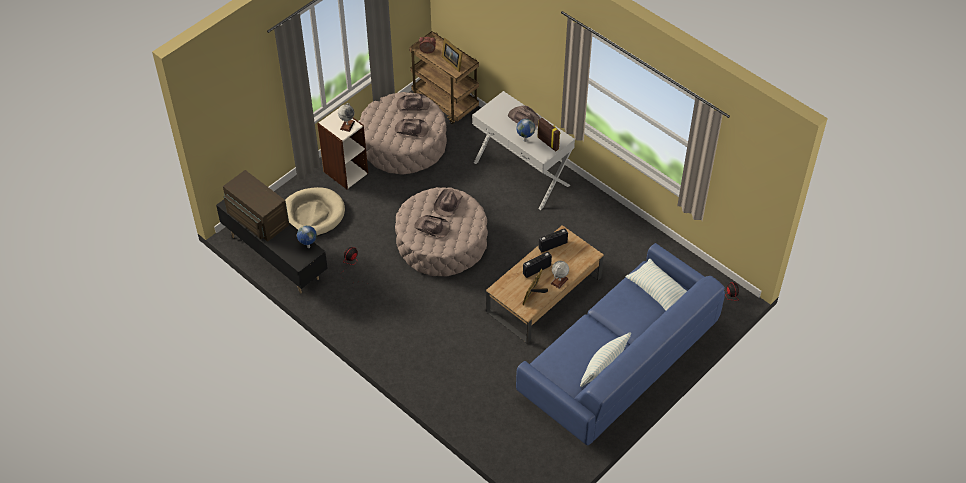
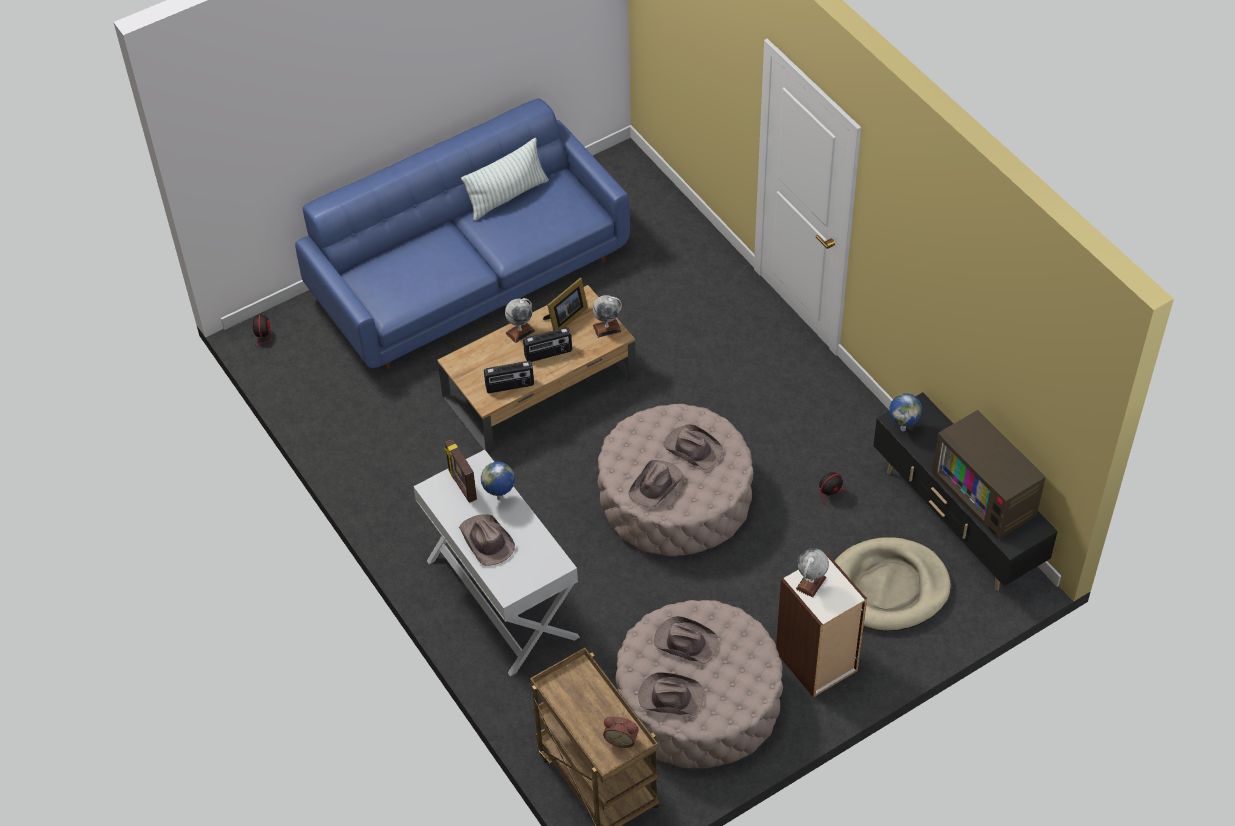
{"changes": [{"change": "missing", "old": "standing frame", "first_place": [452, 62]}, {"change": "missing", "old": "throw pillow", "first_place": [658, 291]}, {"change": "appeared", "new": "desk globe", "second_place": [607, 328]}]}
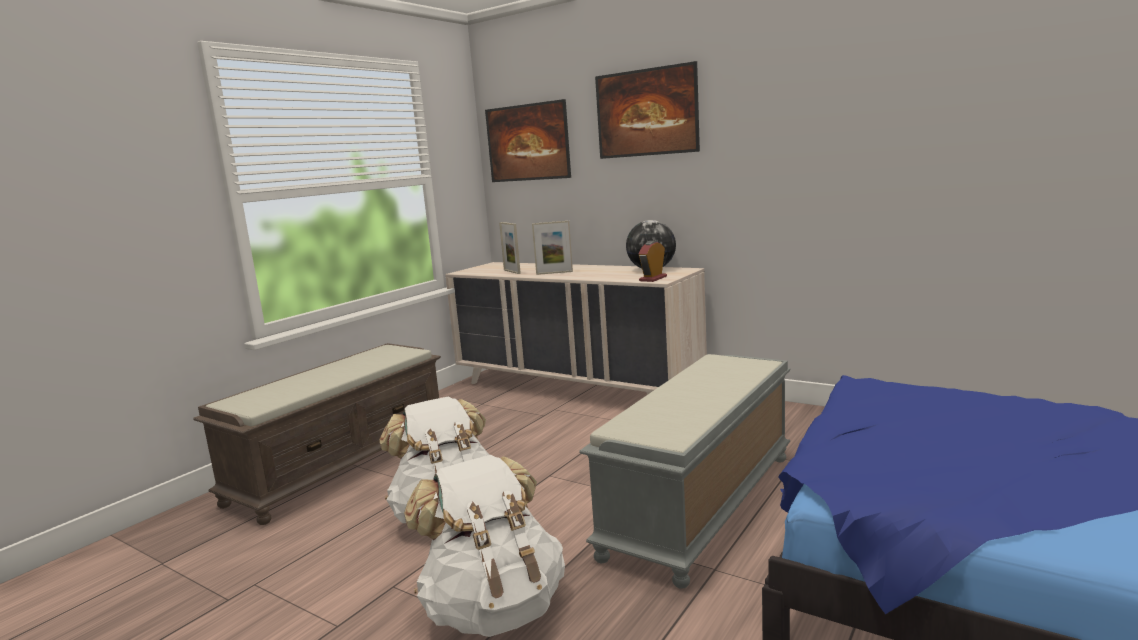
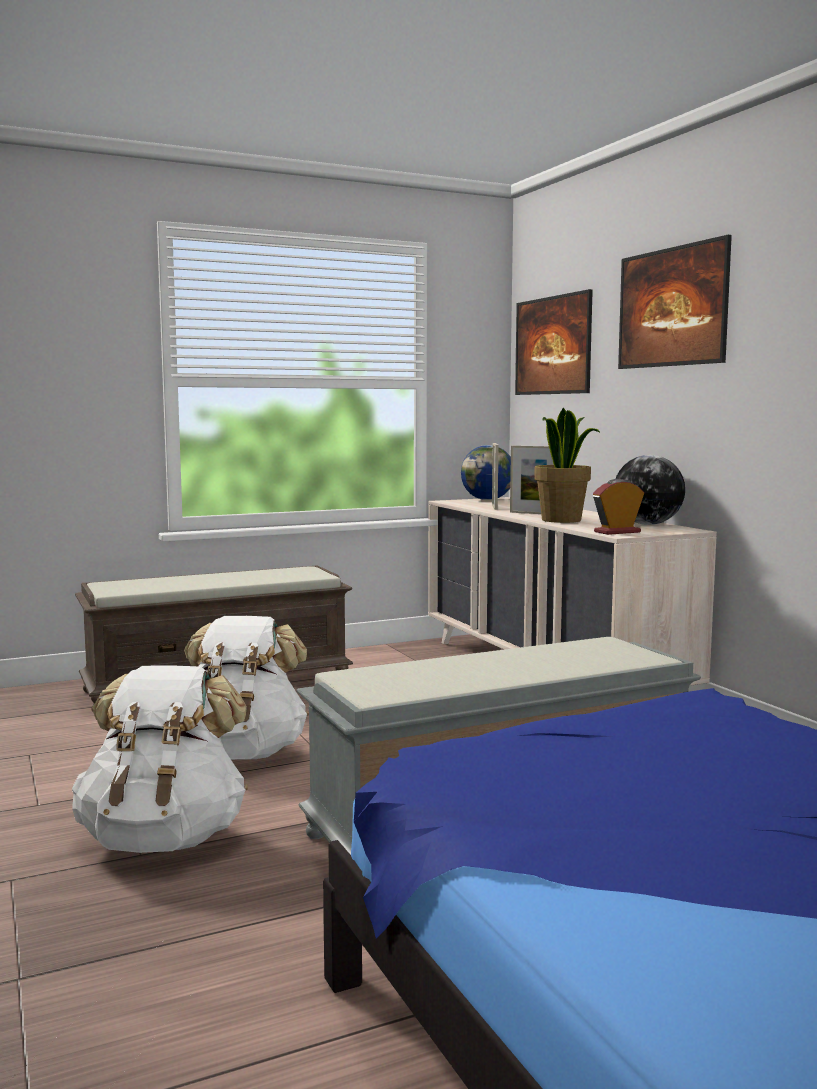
{"changes": [{"change": "appeared", "new": "plant in a pot", "second_place": [562, 520]}, {"change": "appeared", "new": "desk globe", "second_place": [487, 500]}]}
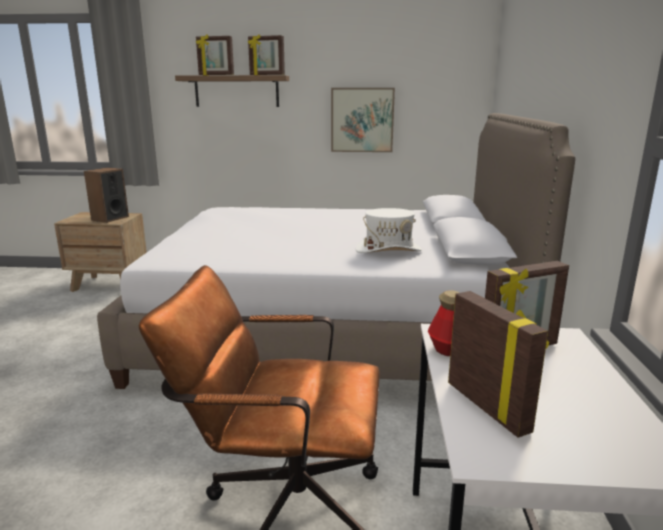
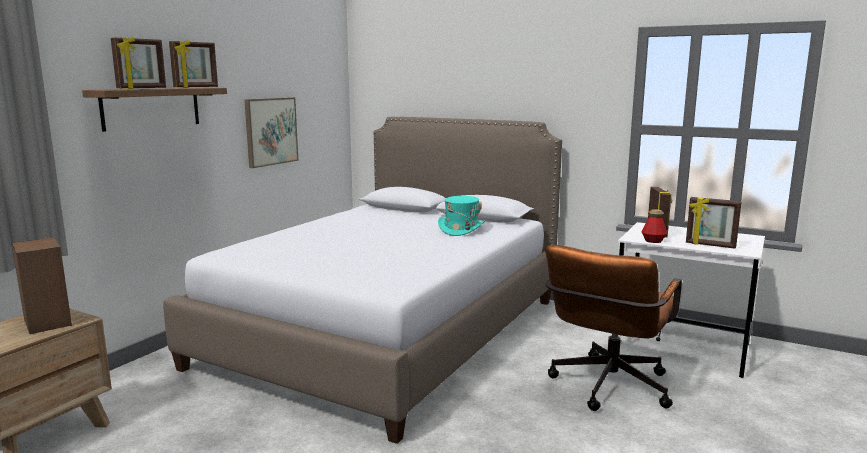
{"changes": [{"change": "colour", "old": "white-coloured clothing hat", "new": "blue-green clothing hat", "first_place": [388, 250], "second_place": [461, 229]}, {"change": "spun", "old": "standing frame", "first_place": [488, 406], "second_place": [710, 245], "degrees": -150}]}
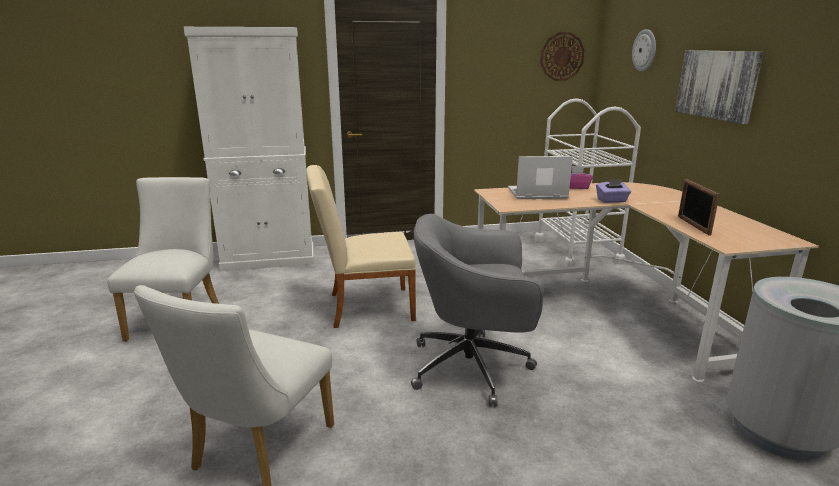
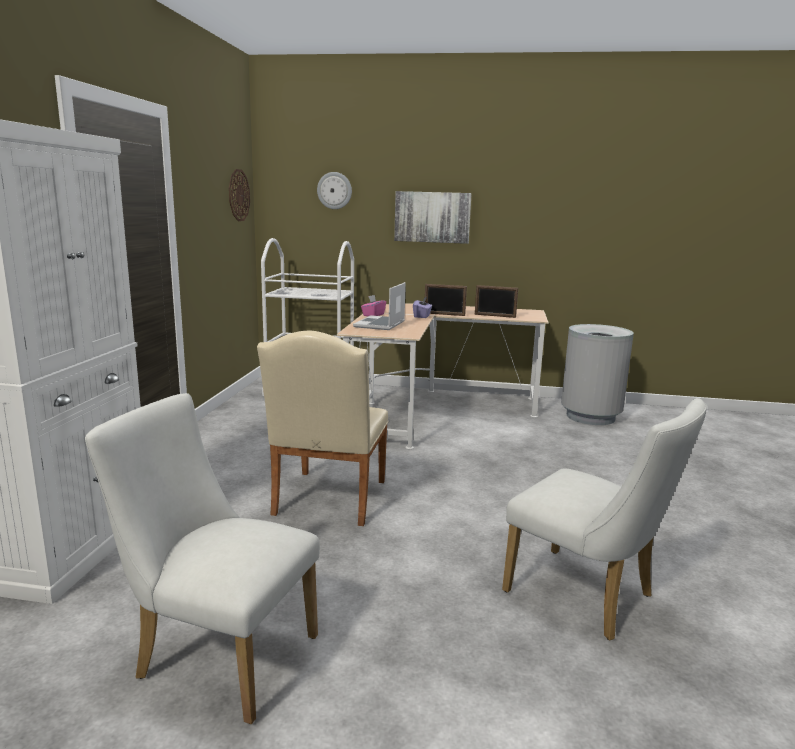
{"changes": [{"change": "missing", "old": "gray computer chair", "first_place": [473, 367]}, {"change": "appeared", "new": "standing frame", "second_place": [444, 314]}]}
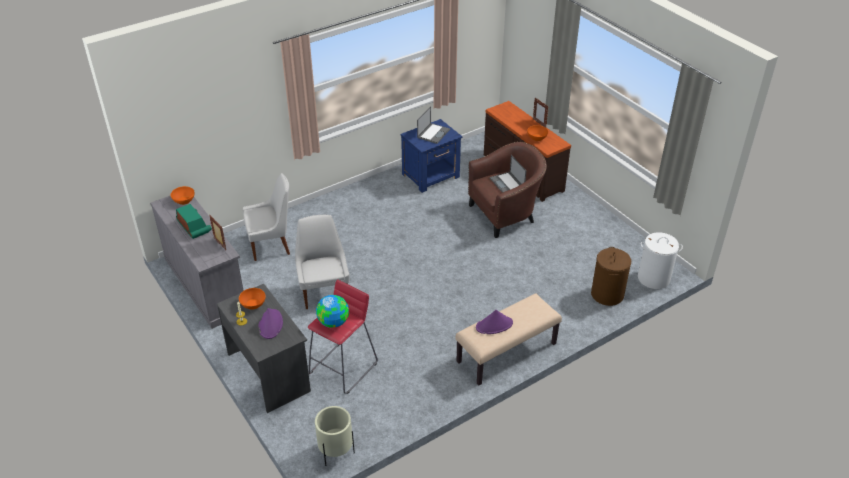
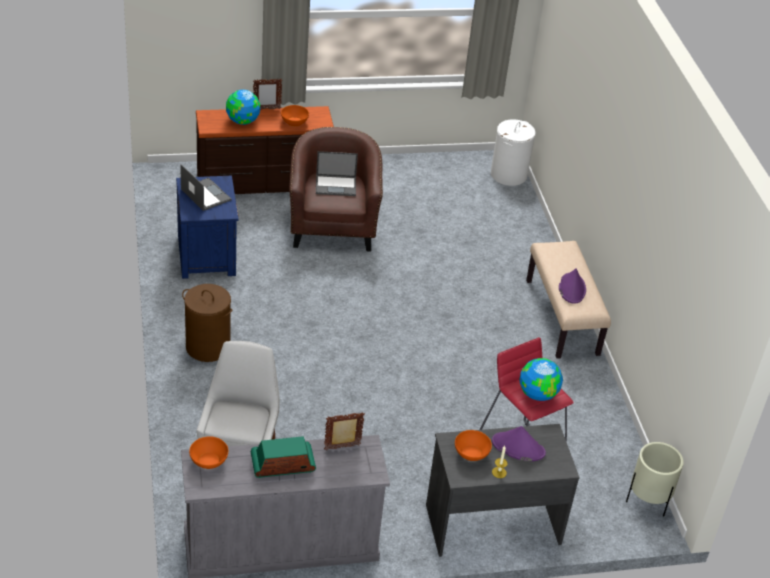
{"changes": [{"change": "missing", "old": "white-coloured plain chair", "first_place": [324, 291]}, {"change": "relocated", "old": "brown-coloured laundry basket", "first_place": [607, 294], "second_place": [207, 347]}, {"change": "appeared", "new": "desk globe", "second_place": [242, 121]}]}
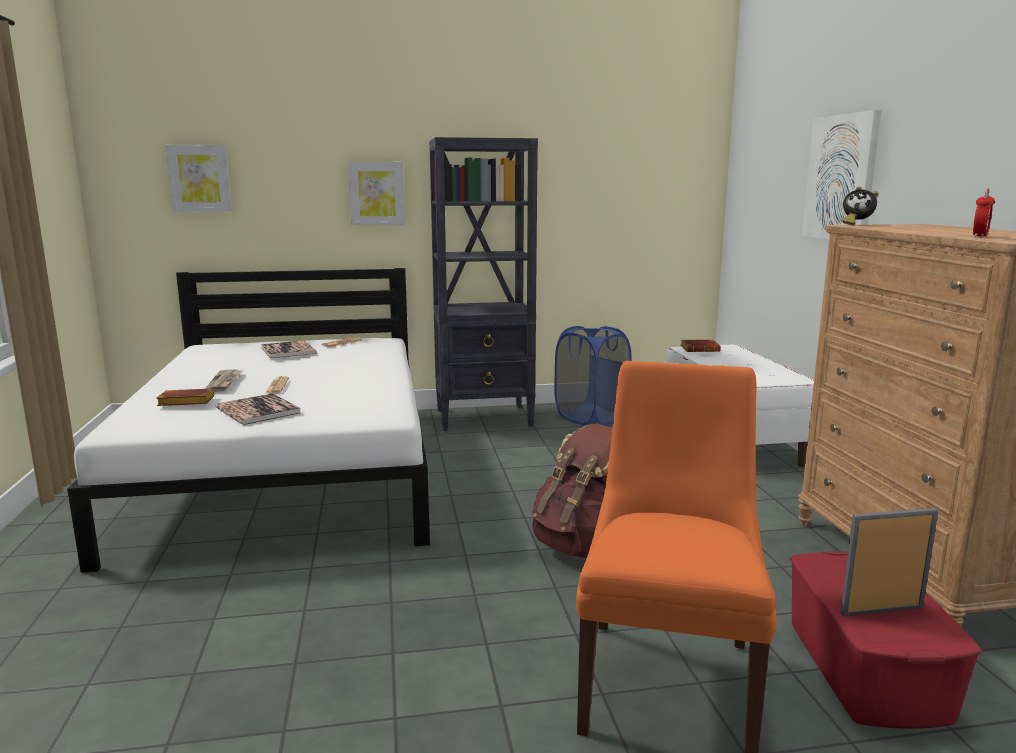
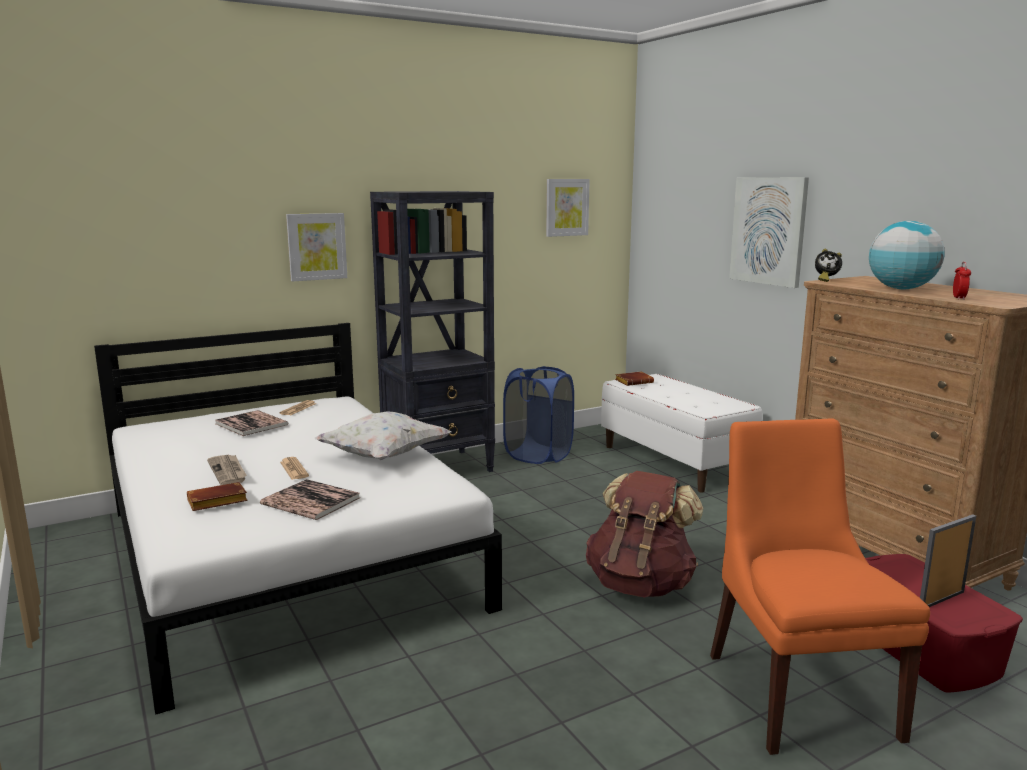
{"changes": [{"change": "relocated", "old": "wall art", "first_place": [199, 178], "second_place": [566, 207]}, {"change": "appeared", "new": "desk globe", "second_place": [901, 289]}, {"change": "appeared", "new": "white-coloured throw pillow", "second_place": [384, 456]}]}
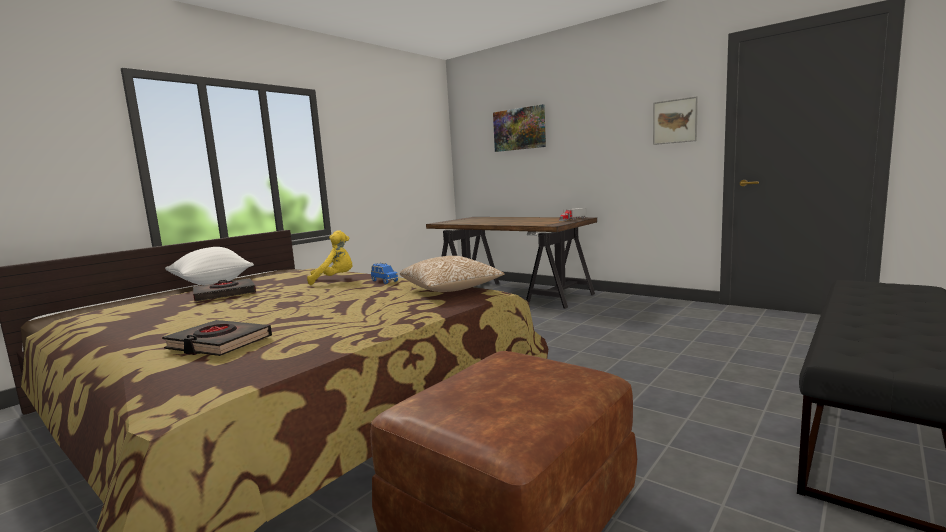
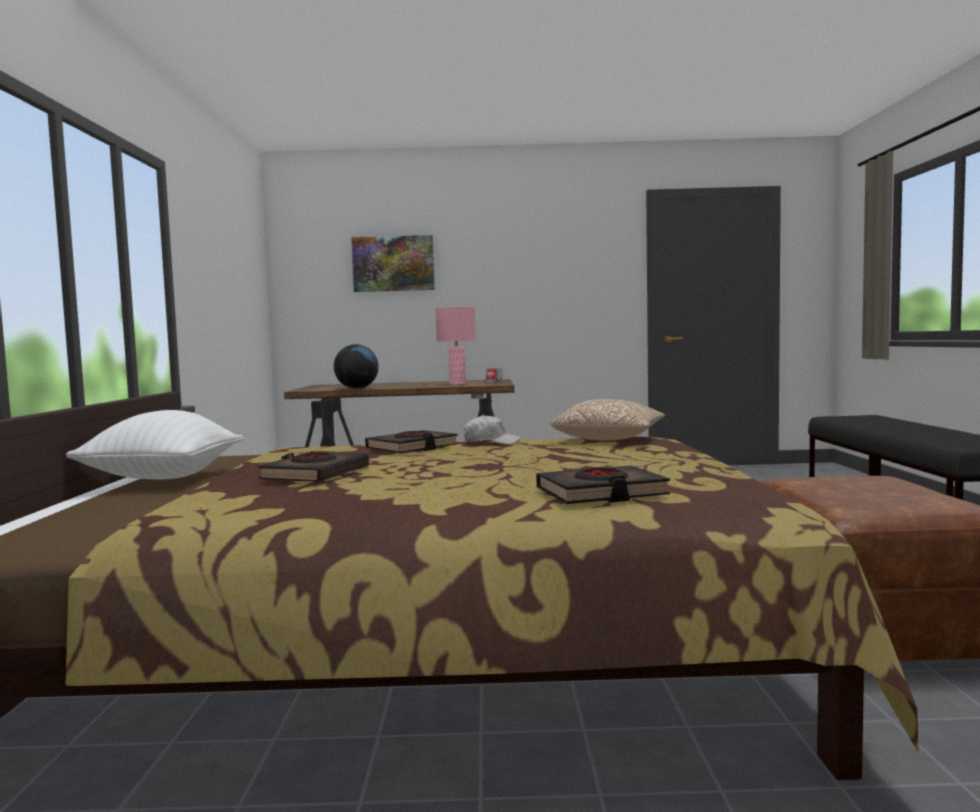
{"changes": [{"change": "missing", "old": "wall art", "first_place": [674, 121]}, {"change": "exchanged", "old": "yellow soft toy", "new": "blackish volume", "first_place": [334, 279], "second_place": [412, 448]}, {"change": "exchanged", "old": "bluish toy car", "new": "white-coloured peaked cap", "first_place": [384, 281], "second_place": [491, 442]}, {"change": "appeared", "new": "pinkish lamp for a table", "second_place": [458, 383]}, {"change": "appeared", "new": "desk globe", "second_place": [357, 388]}]}
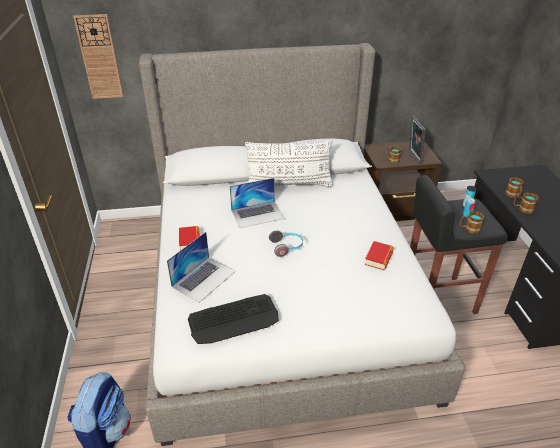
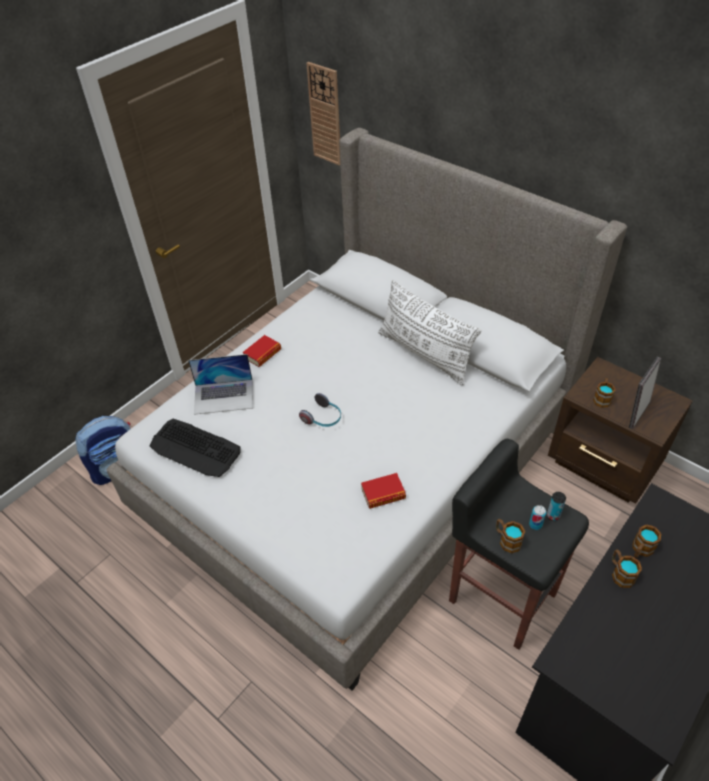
{"changes": [{"change": "missing", "old": "notebook computer", "first_place": [257, 214]}]}
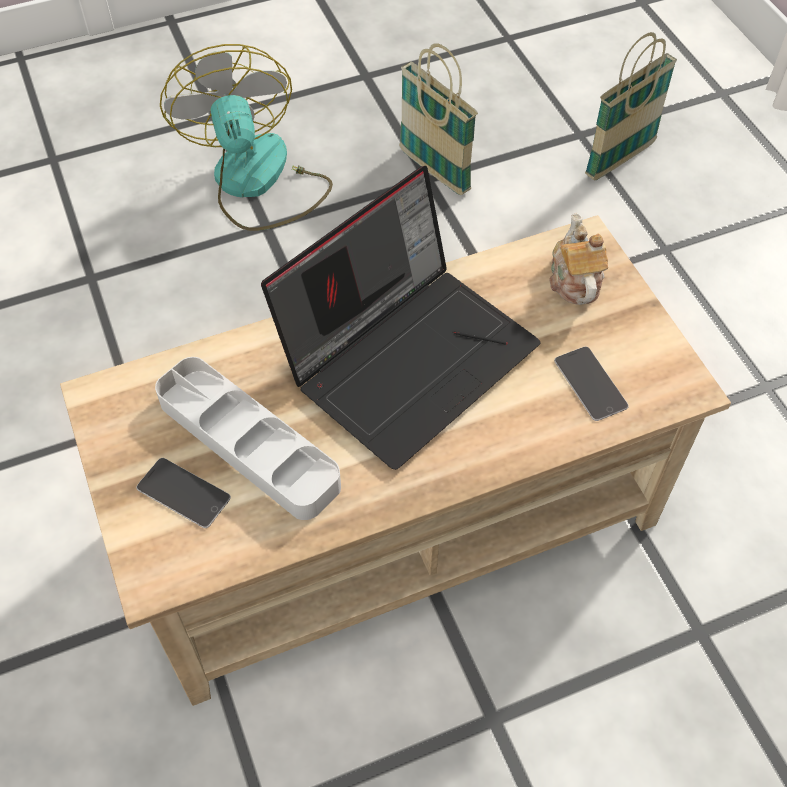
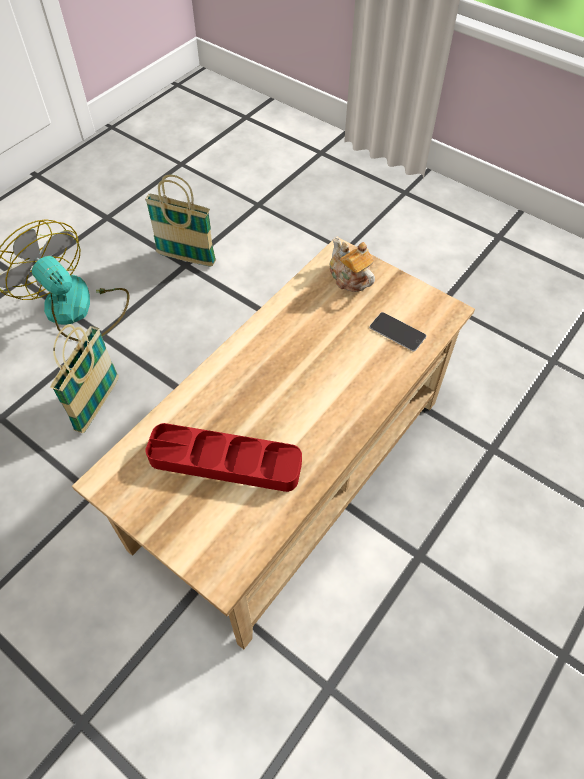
{"changes": [{"change": "relocated", "old": "household basket", "first_place": [620, 159], "second_place": [98, 404]}, {"change": "missing", "old": "notebook computer", "first_place": [409, 355]}, {"change": "colour", "old": "gray carrying tray", "new": "red-coloured carrying tray", "first_place": [248, 443], "second_place": [225, 461]}, {"change": "missing", "old": "telephone", "first_place": [183, 493]}]}
